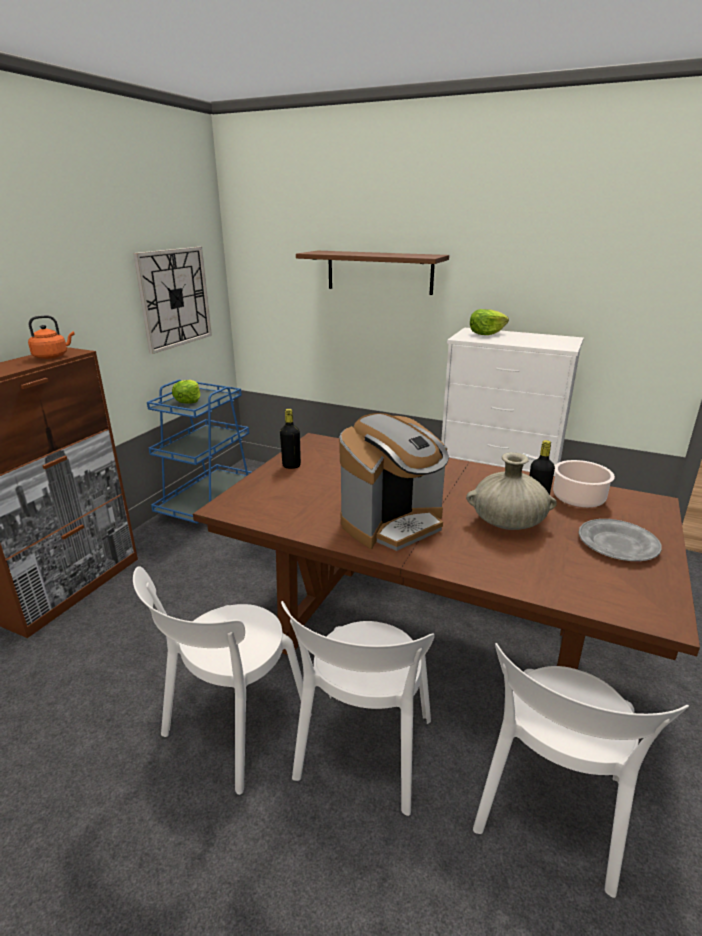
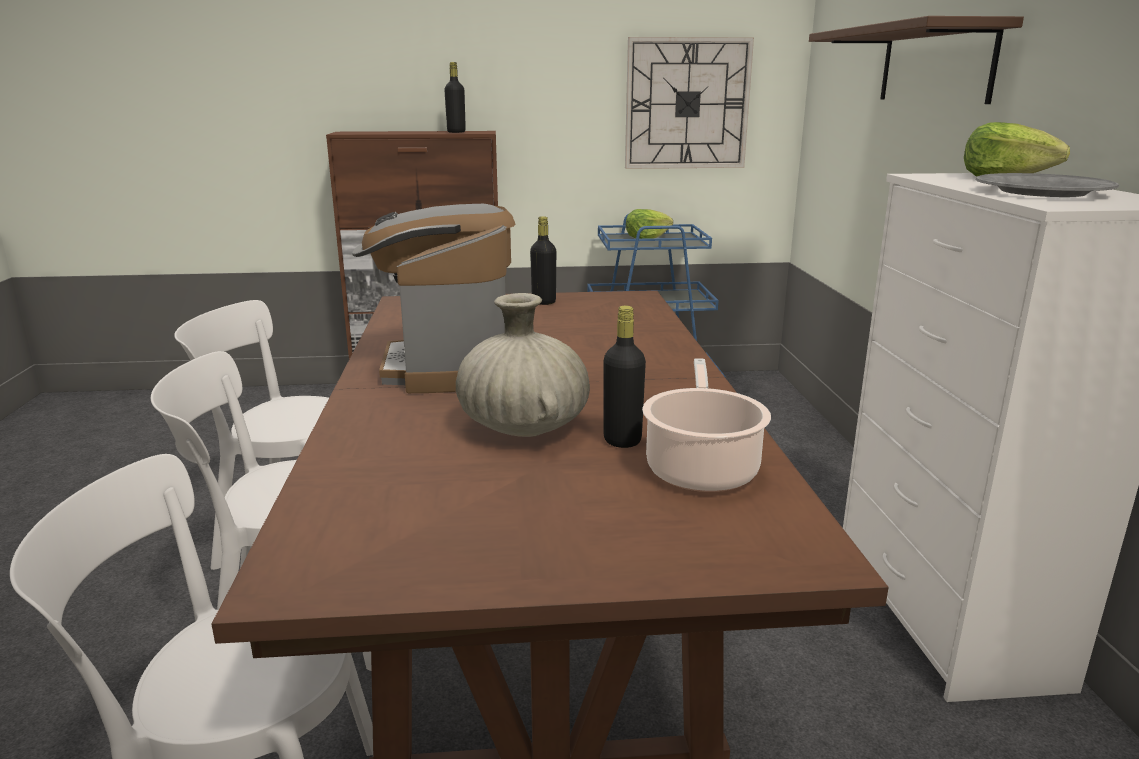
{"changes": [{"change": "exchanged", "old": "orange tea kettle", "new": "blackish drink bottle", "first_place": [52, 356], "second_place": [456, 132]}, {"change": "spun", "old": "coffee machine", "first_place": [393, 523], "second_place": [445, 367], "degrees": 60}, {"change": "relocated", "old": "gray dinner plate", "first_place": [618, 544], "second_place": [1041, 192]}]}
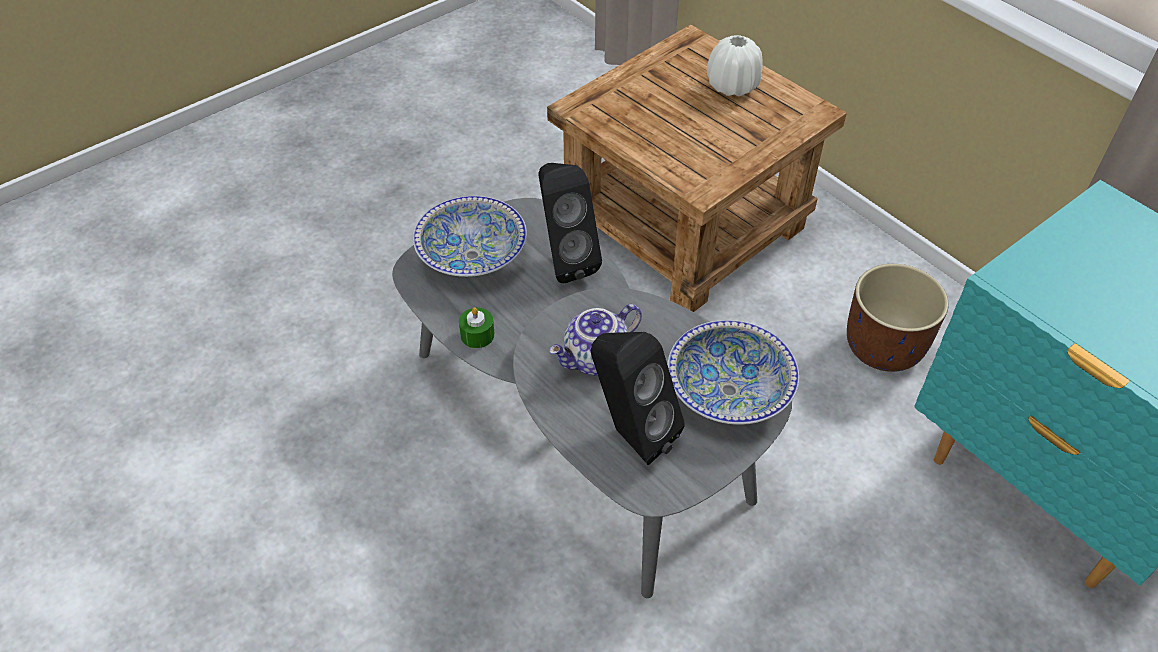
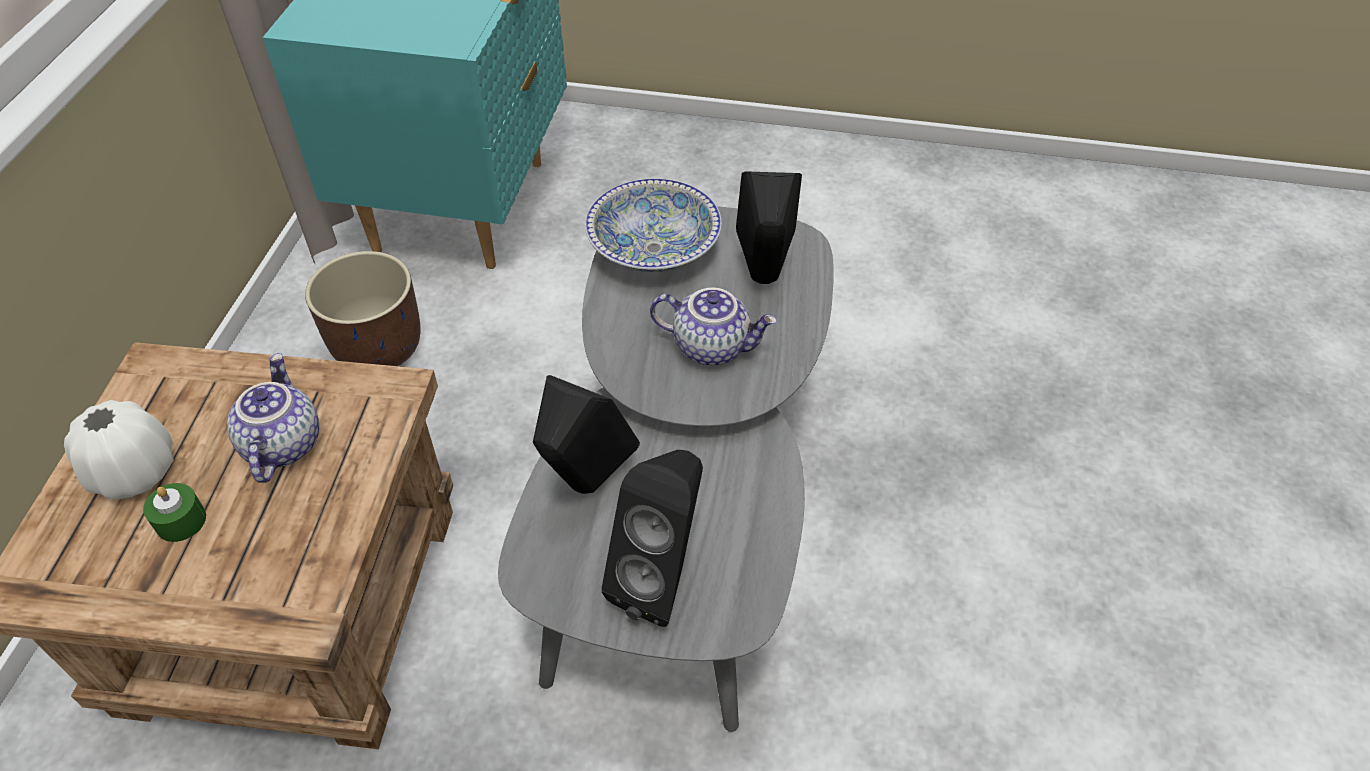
{"changes": [{"change": "exchanged", "old": "bowl", "new": "blackish speaker", "first_place": [472, 256], "second_place": [662, 579]}, {"change": "relocated", "old": "greenish wax candle", "first_place": [477, 335], "second_place": [181, 521]}, {"change": "appeared", "new": "tea pot", "second_place": [281, 444]}]}
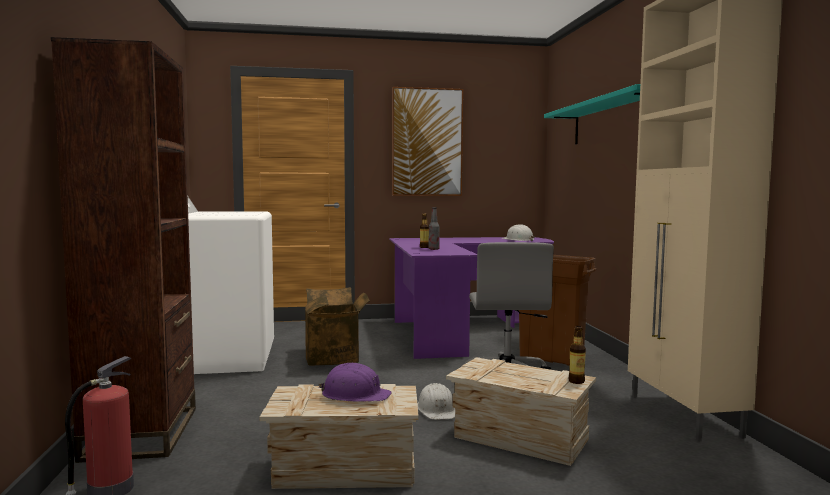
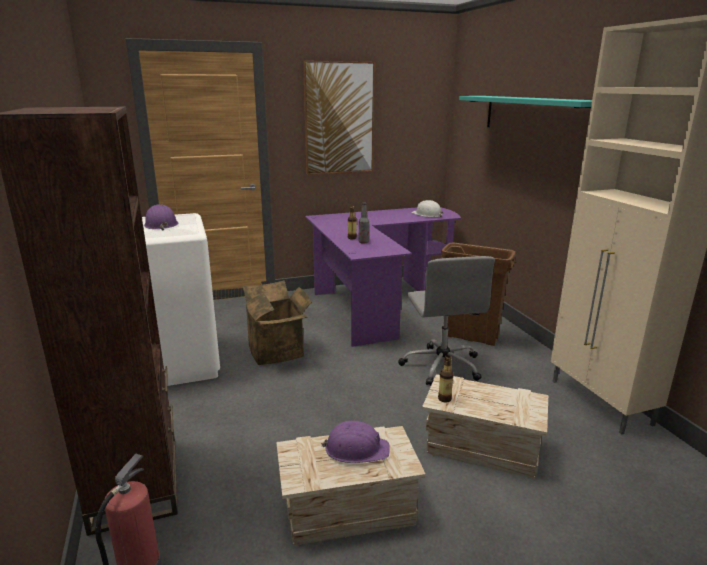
{"changes": [{"change": "relocated", "old": "drink bottle", "first_place": [576, 381], "second_place": [444, 399]}, {"change": "missing", "old": "white-coloured safety helmet", "first_place": [437, 410]}, {"change": "appeared", "new": "purplish safety helmet", "second_place": [161, 224]}]}
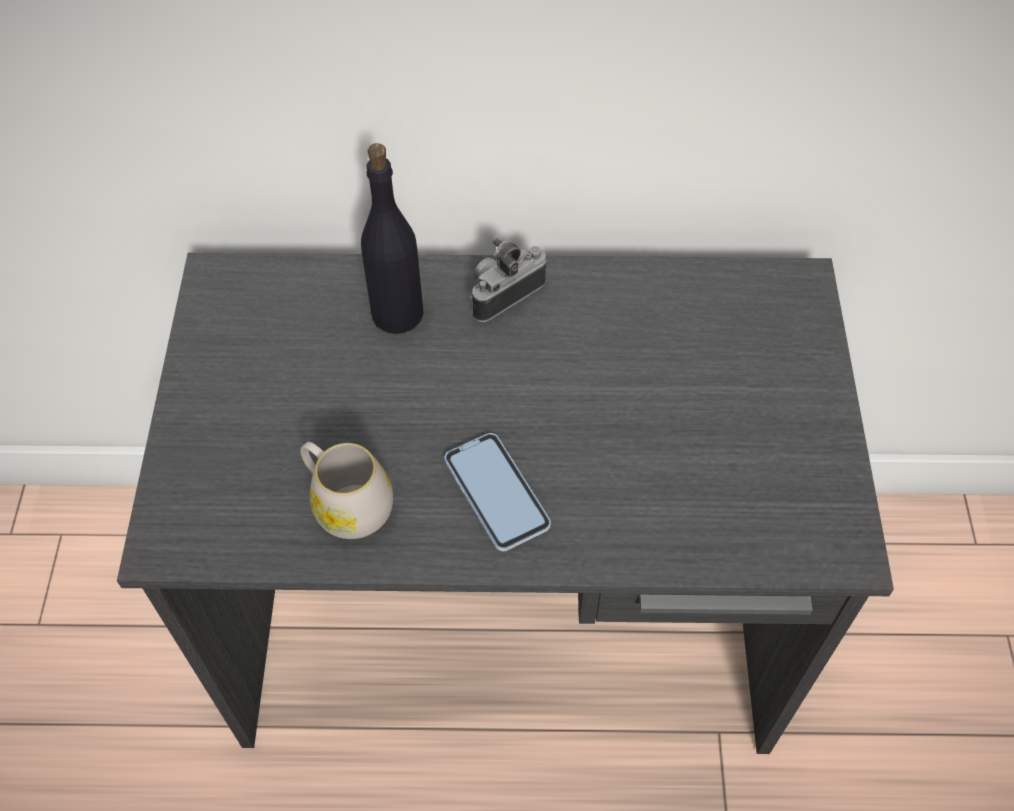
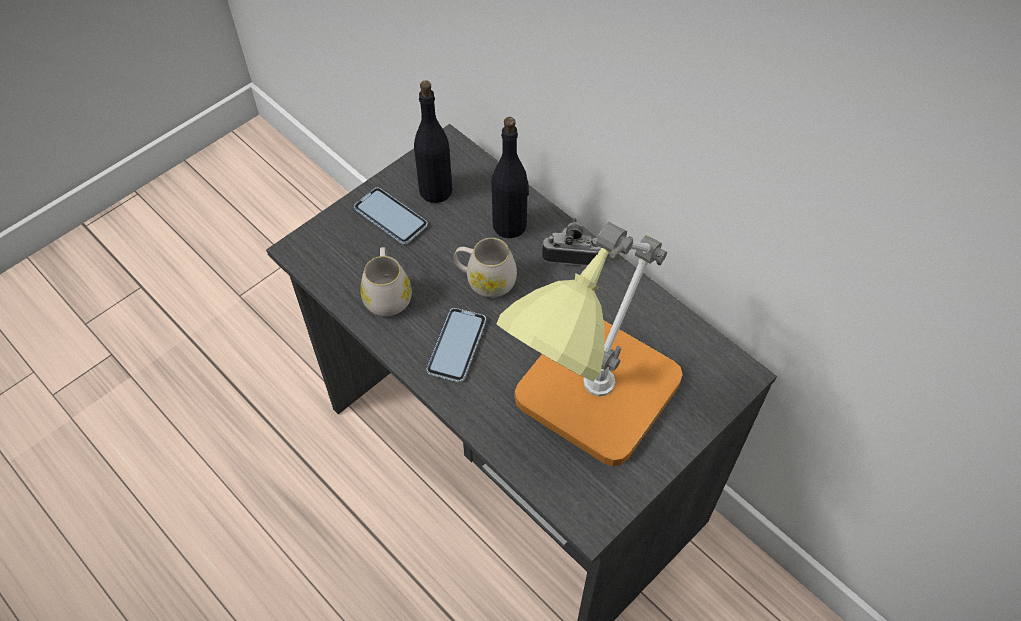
{"changes": [{"change": "appeared", "new": "blackish drink bottle", "second_place": [435, 190]}, {"change": "appeared", "new": "telephone", "second_place": [391, 217]}, {"change": "appeared", "new": "lamp for a table", "second_place": [586, 406]}, {"change": "appeared", "new": "white-coloured mug", "second_place": [485, 280]}]}
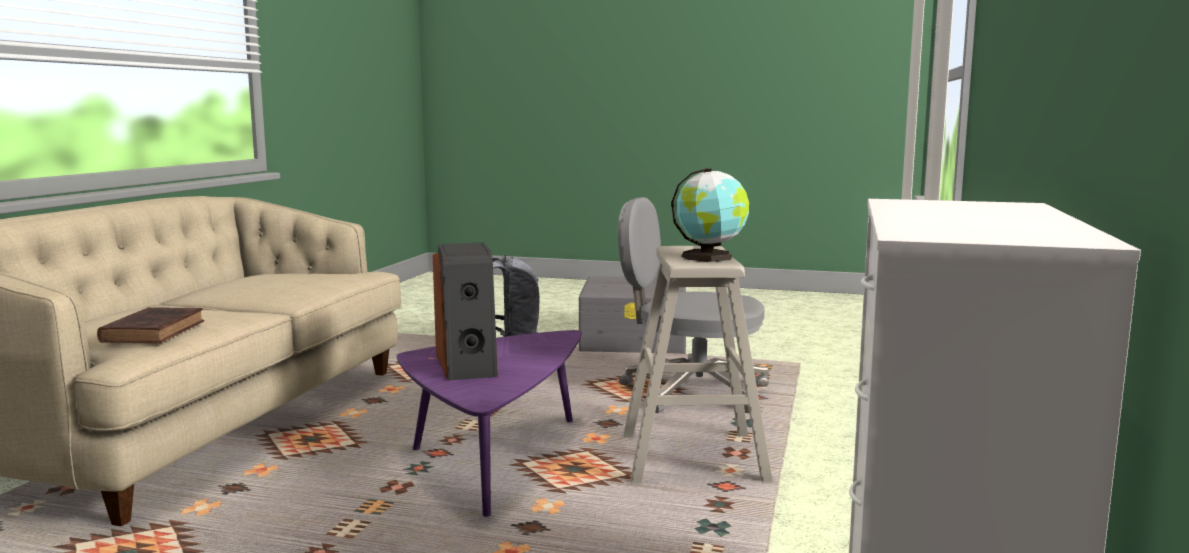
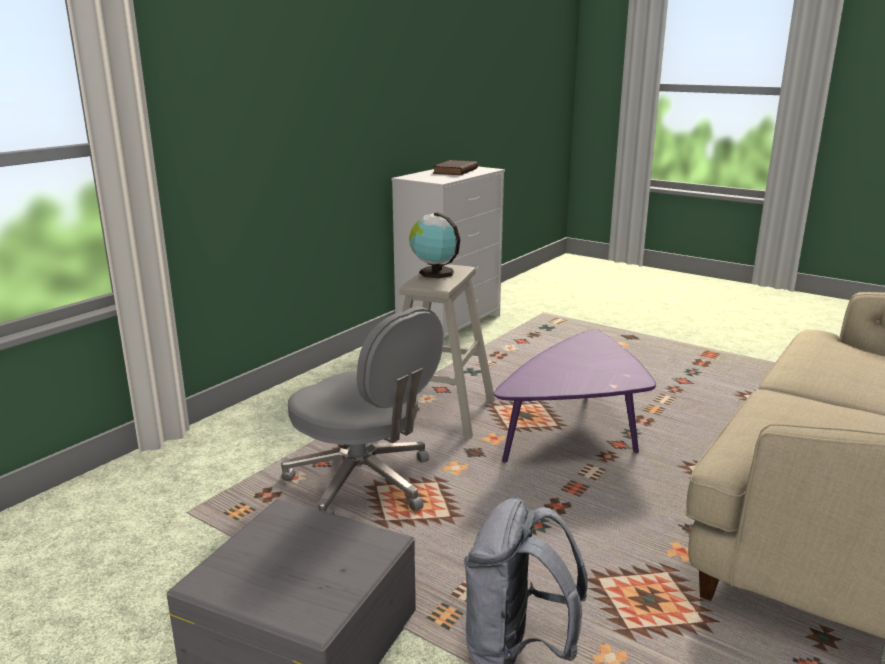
{"changes": [{"change": "missing", "old": "speaker", "first_place": [468, 365]}, {"change": "relocated", "old": "brown-coloured volume", "first_place": [155, 331], "second_place": [455, 171]}]}
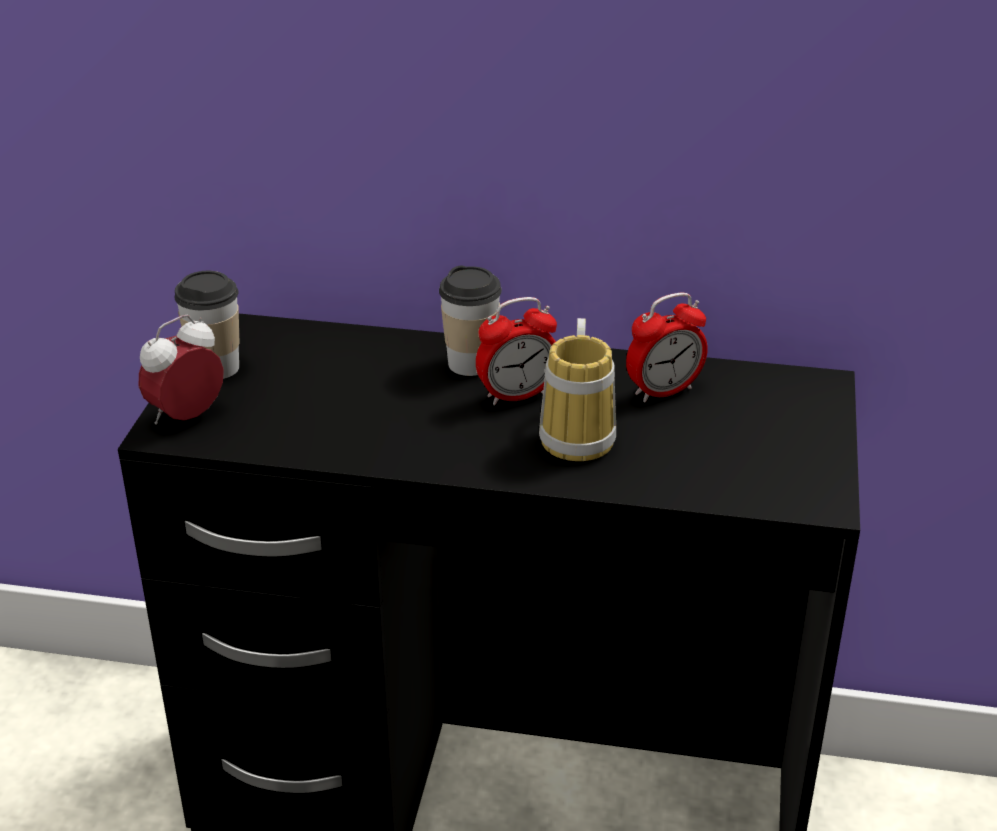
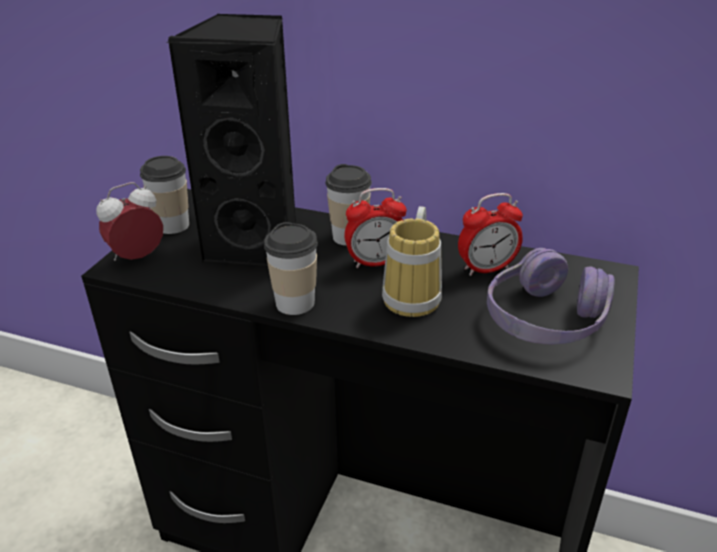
{"changes": [{"change": "appeared", "new": "blackish speaker", "second_place": [259, 244]}, {"change": "appeared", "new": "drinking cup", "second_place": [295, 303]}, {"change": "appeared", "new": "purplish headphones", "second_place": [545, 318]}]}
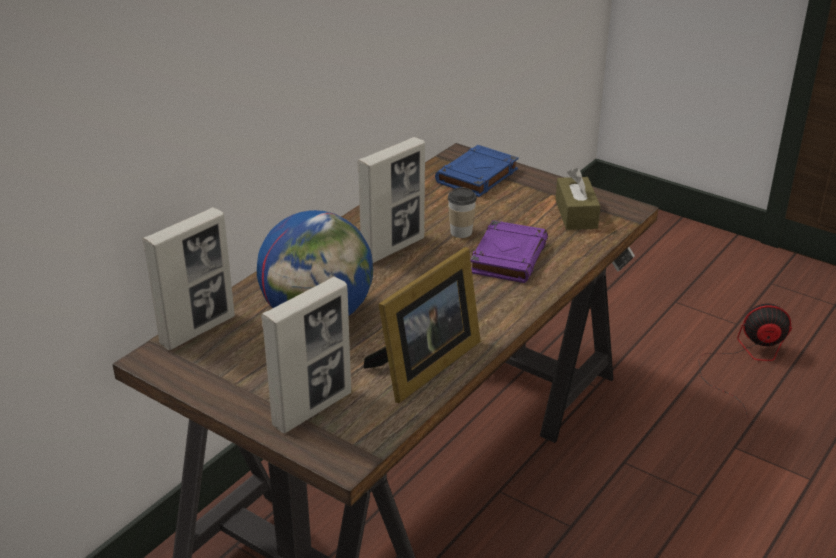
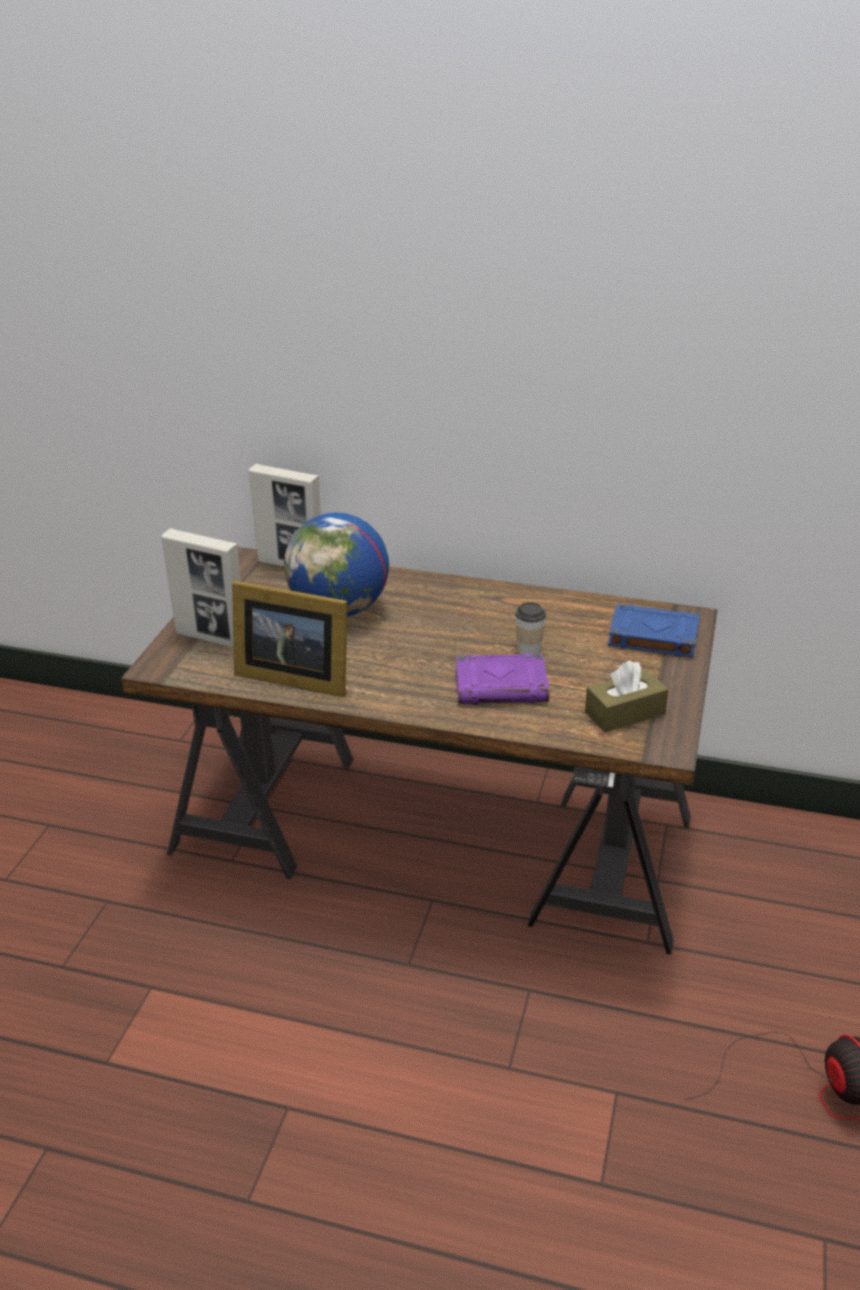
{"changes": [{"change": "missing", "old": "standing frame", "first_place": [393, 248]}]}
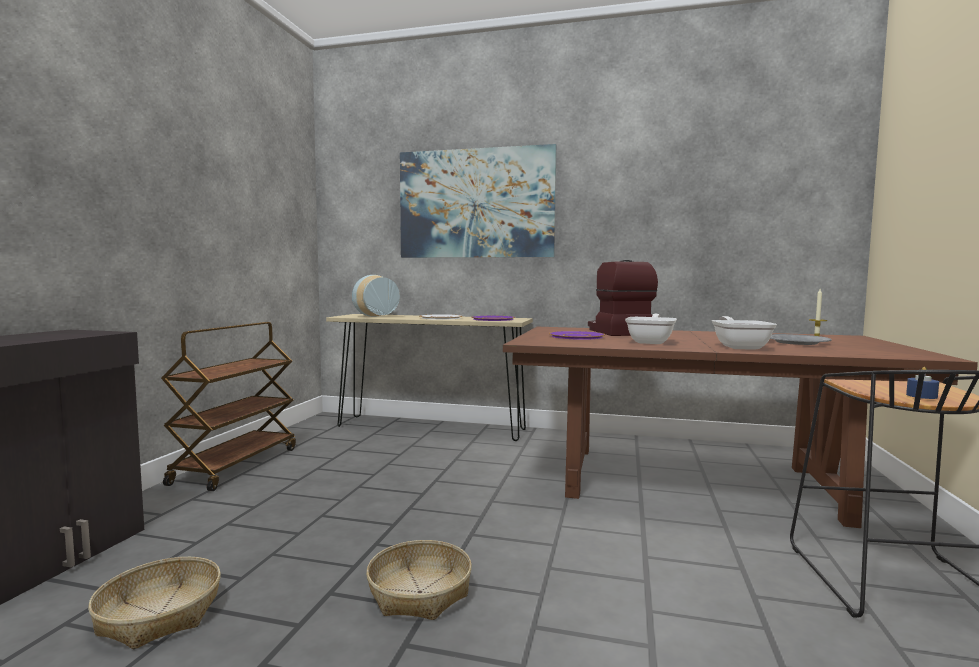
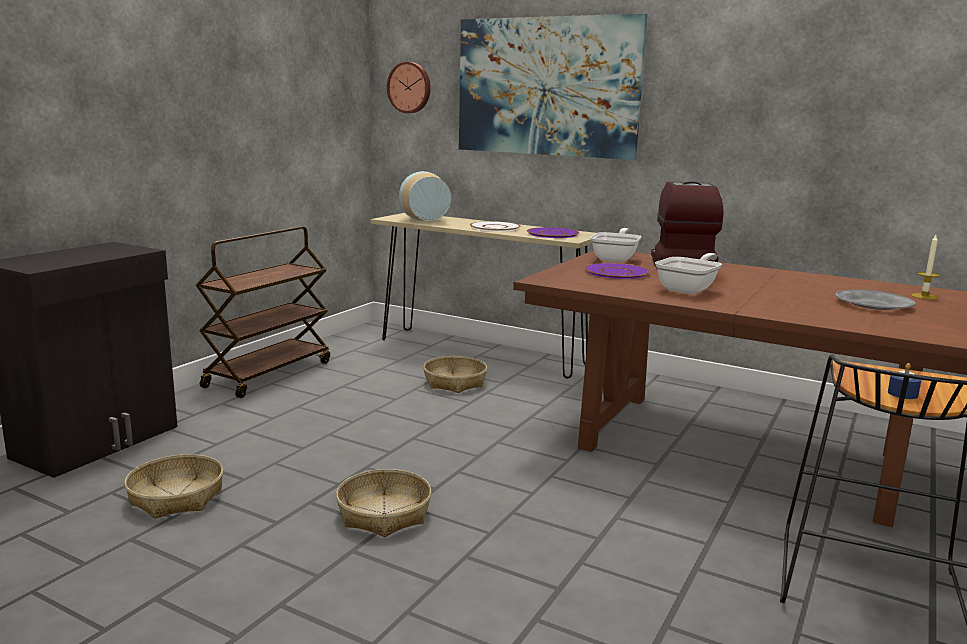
{"changes": [{"change": "relocated", "old": "frying pan", "first_place": [739, 347], "second_place": [616, 259]}, {"change": "appeared", "new": "clock on the wall", "second_place": [410, 87]}, {"change": "appeared", "new": "household basket", "second_place": [455, 382]}]}
